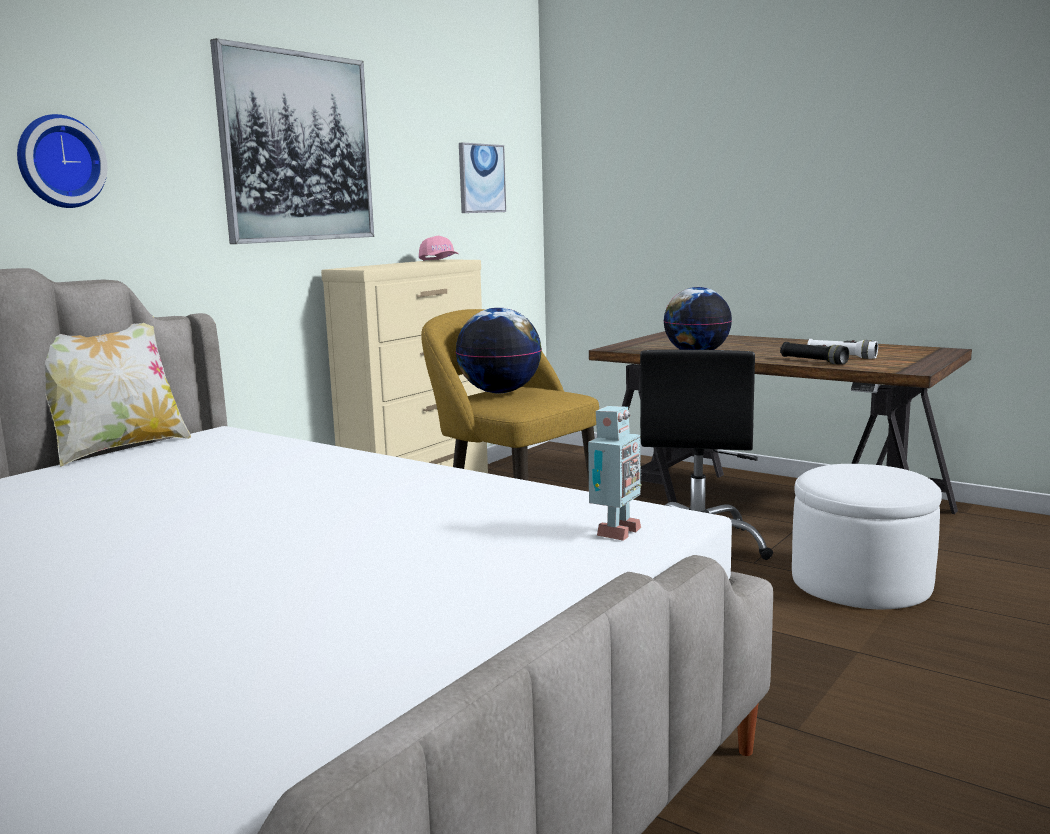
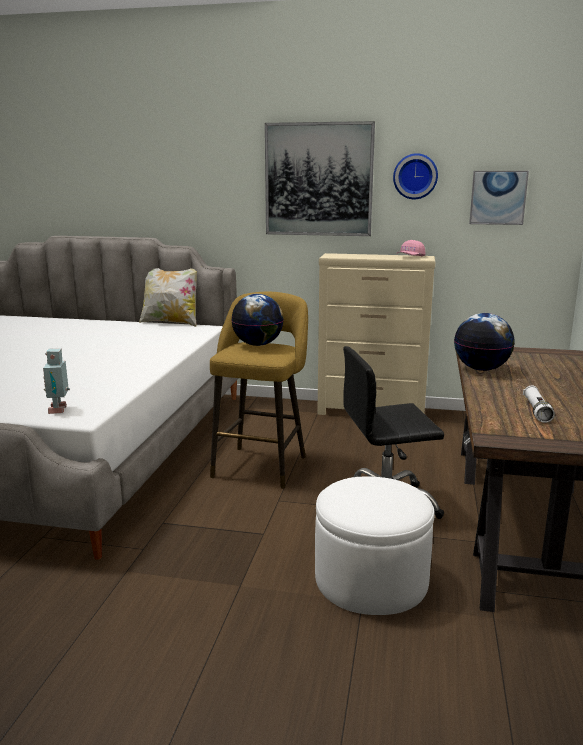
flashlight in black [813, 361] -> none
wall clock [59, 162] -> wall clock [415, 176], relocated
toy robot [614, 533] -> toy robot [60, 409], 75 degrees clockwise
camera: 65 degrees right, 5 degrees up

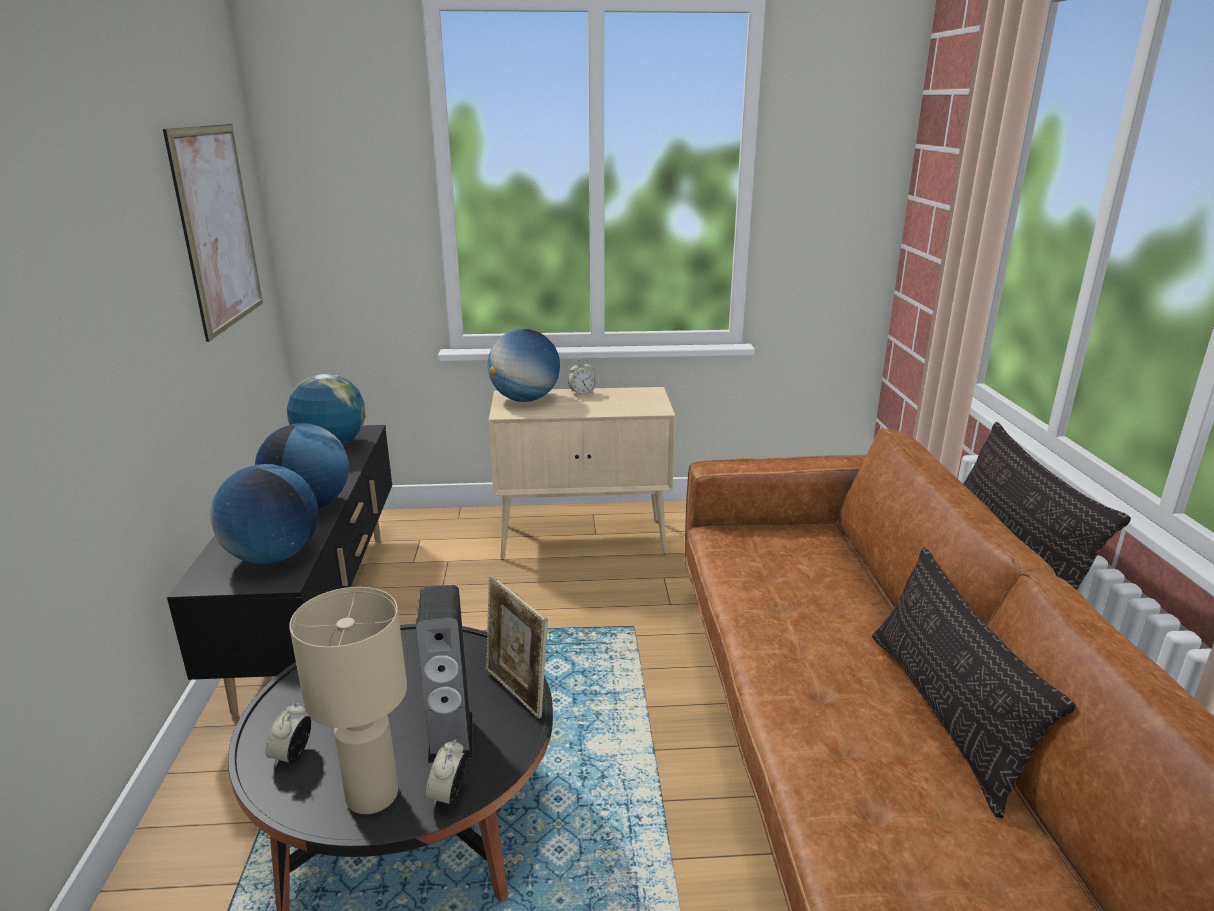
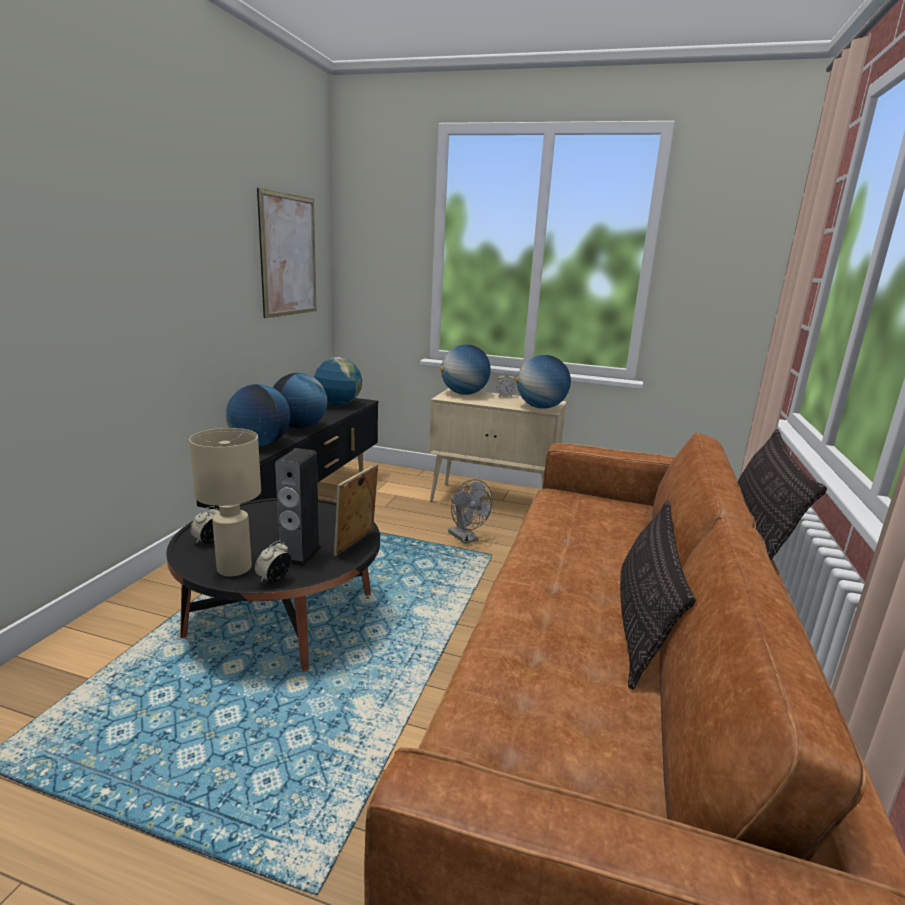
none -> fan in grey [466, 538]
none -> globe [540, 407]
picture frame [517, 691] -> picture frame [356, 543], 45 degrees clockwise
camera: 20 degrees right, 5 degrees down

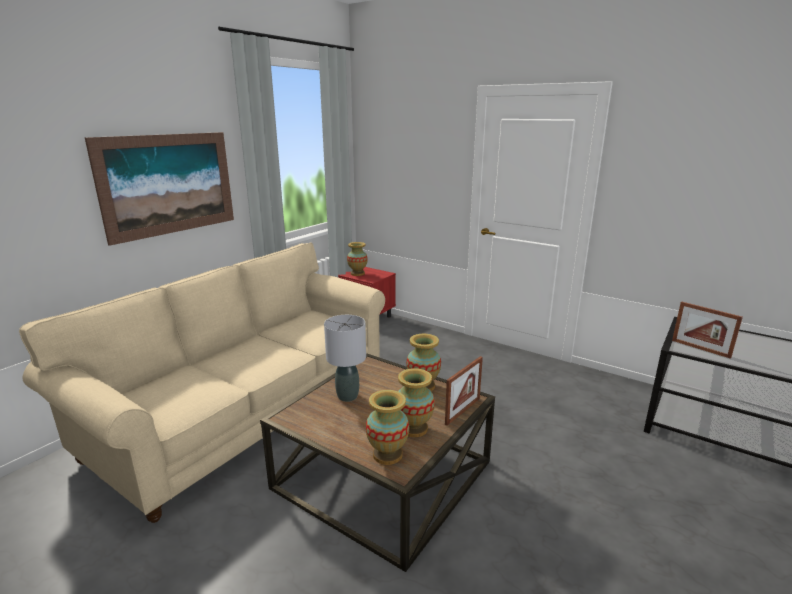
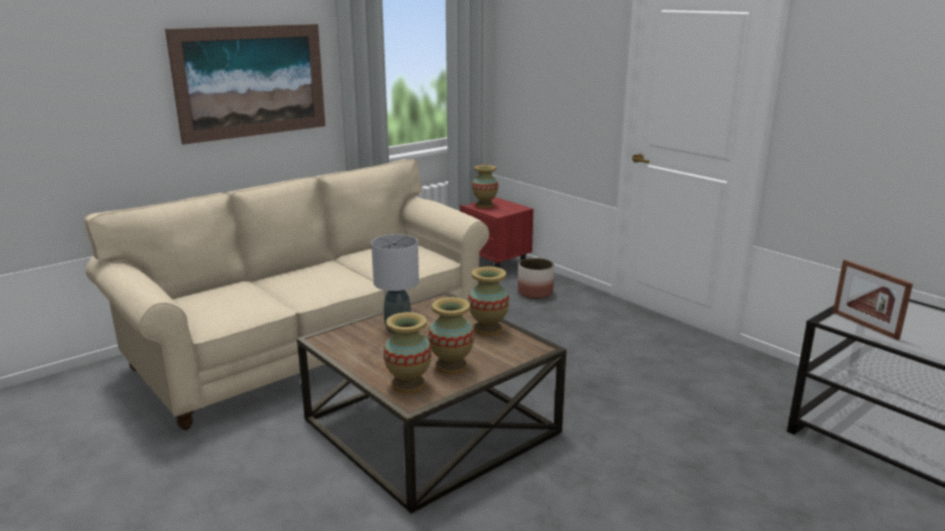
picture frame [462, 411] -> none
none -> planter [535, 293]
camera: 15 degrees right, 0 degrees up

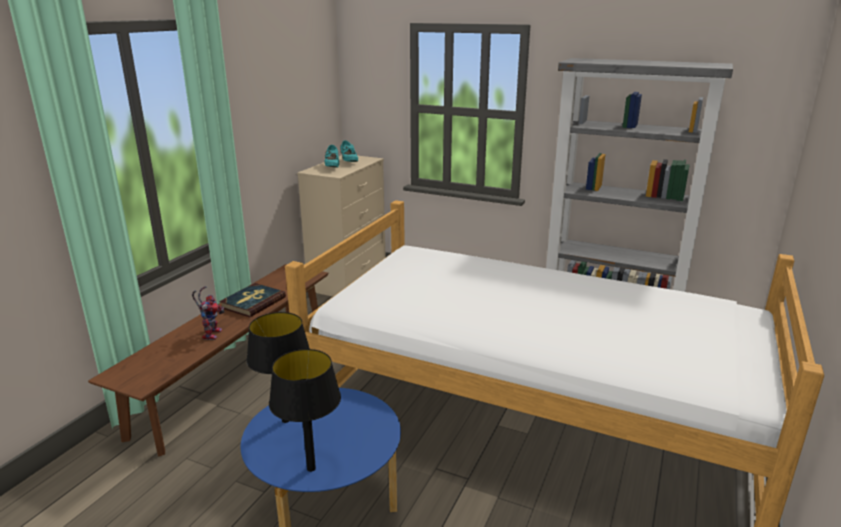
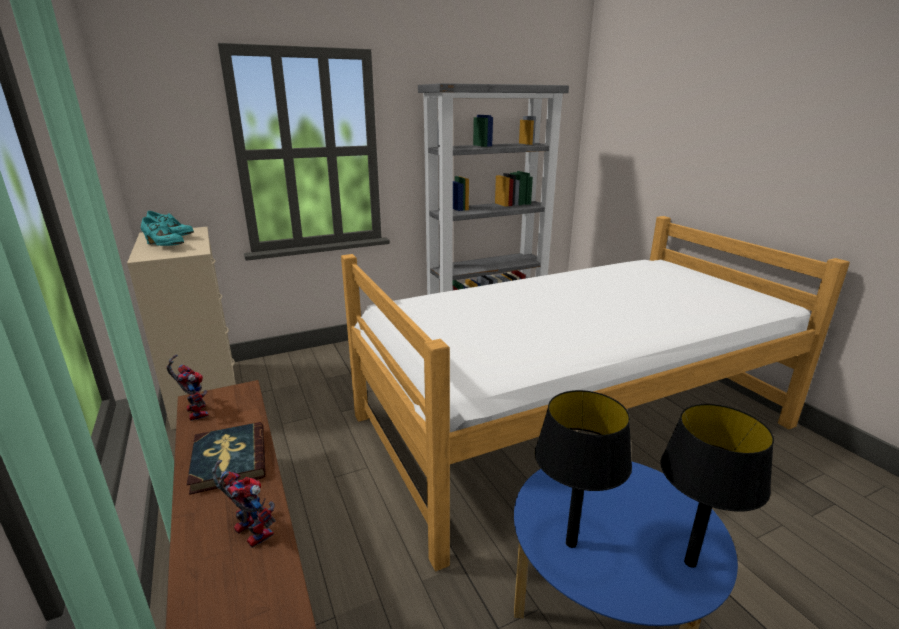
none -> toy robot [194, 411]
camera: 50 degrees left, 0 degrees up

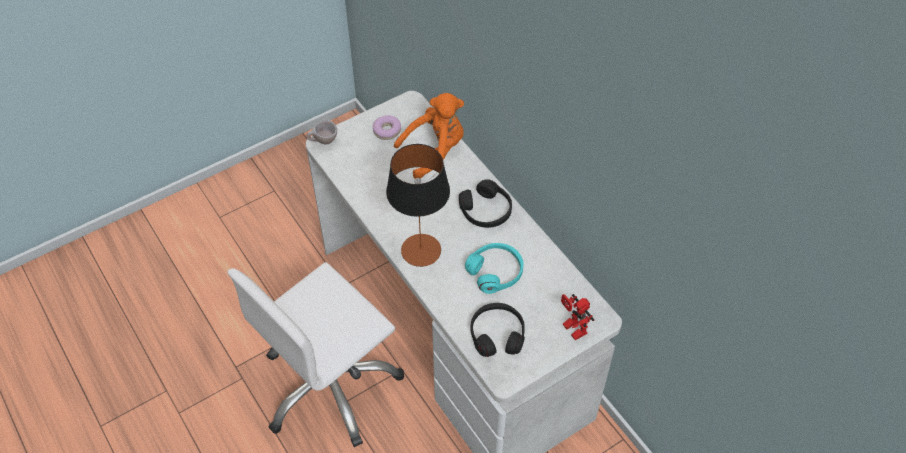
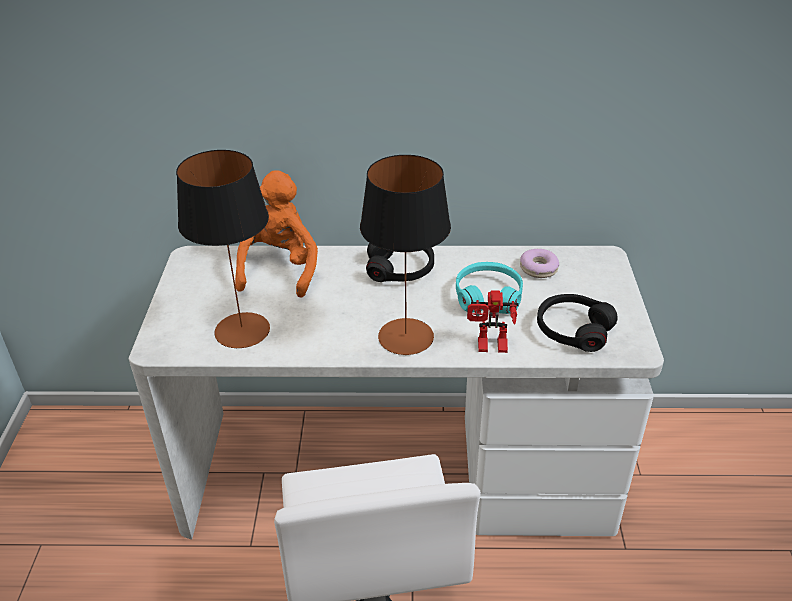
cup in beige [323, 142] -> none
none -> table lamp [242, 330]
donut [387, 131] -> donut [538, 268], relocated
toy robot [571, 329] -> toy robot [490, 348], relocated
camera: 55 degrees left, 15 degrees down

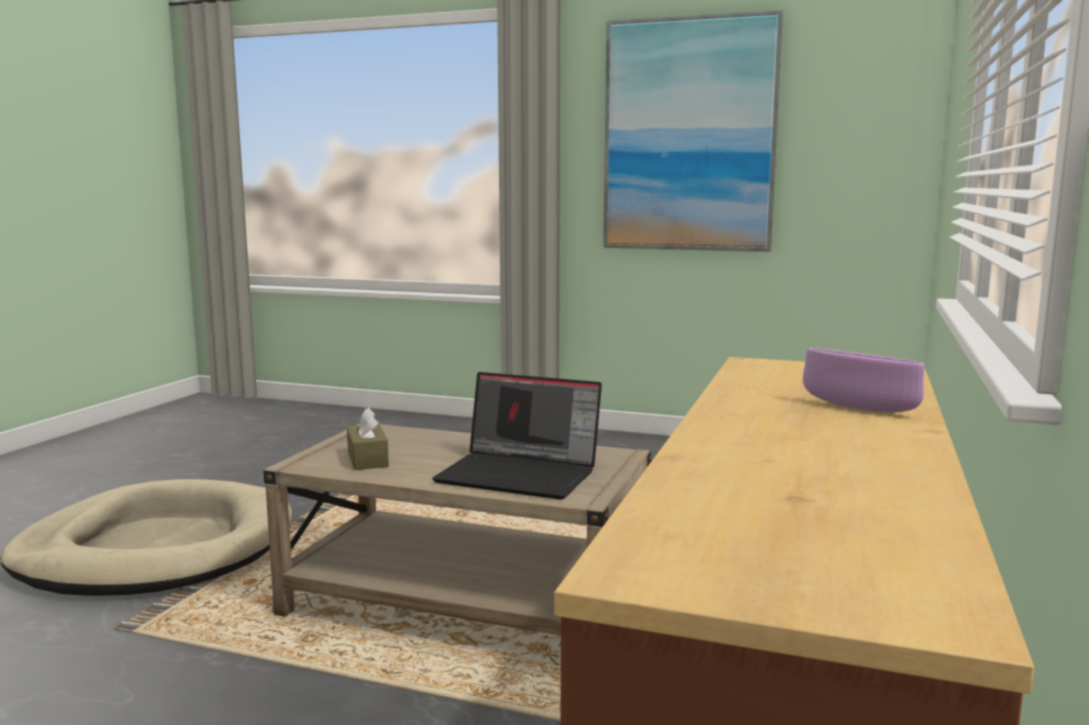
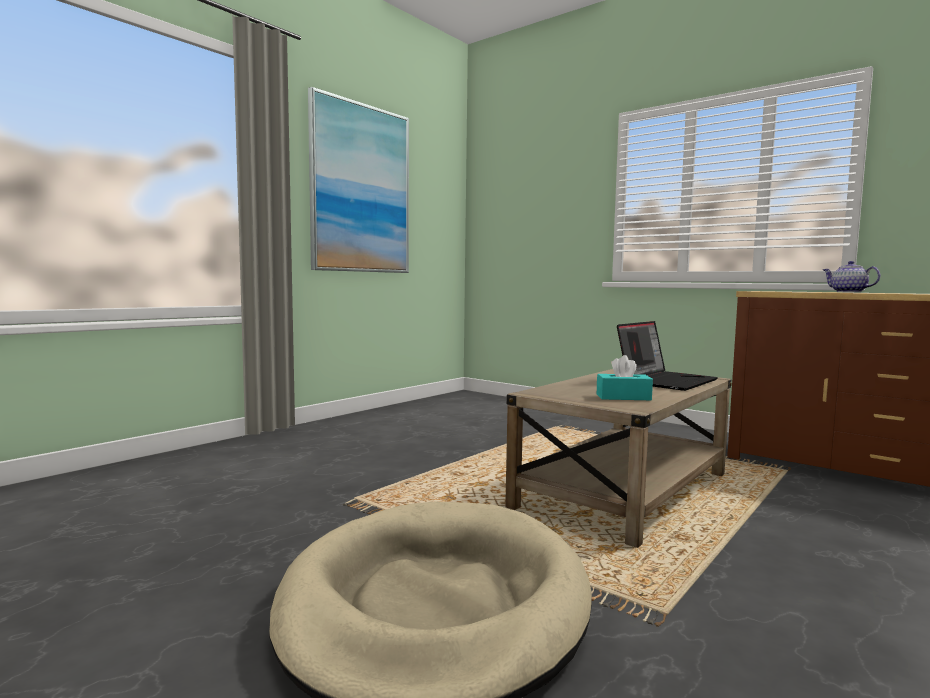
bowl in purple [859, 408] -> teapot [848, 292]
tissue box in brown [367, 459] -> tissue box in turquoise [623, 397]
camera: 70 degrees left, 5 degrees down

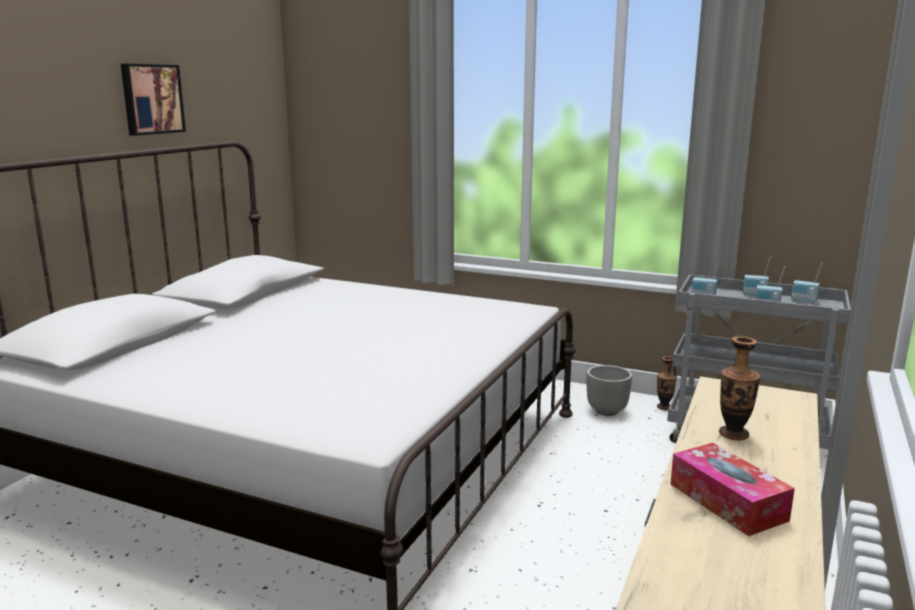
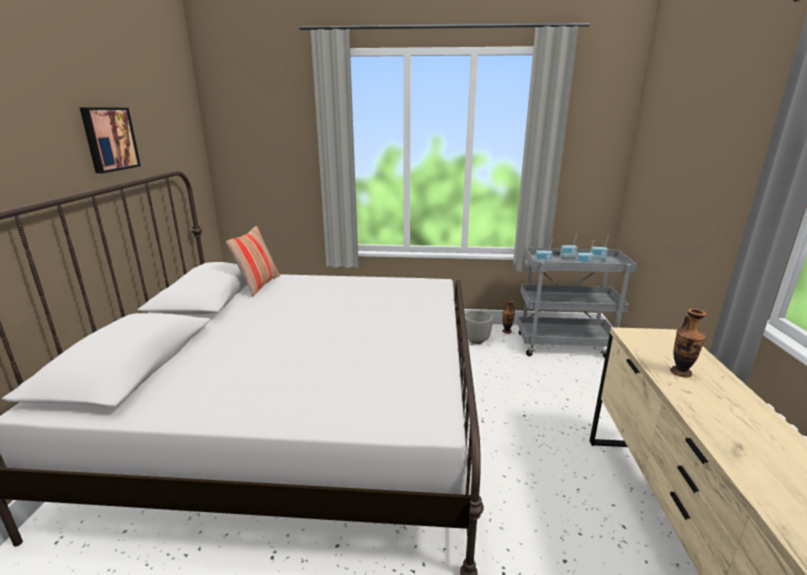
tissue box [727, 502] -> none
none -> pillow [258, 285]
camera: 20 degrees left, 5 degrees up

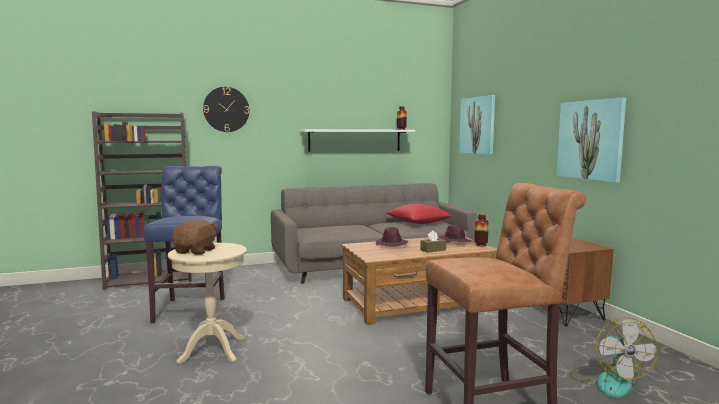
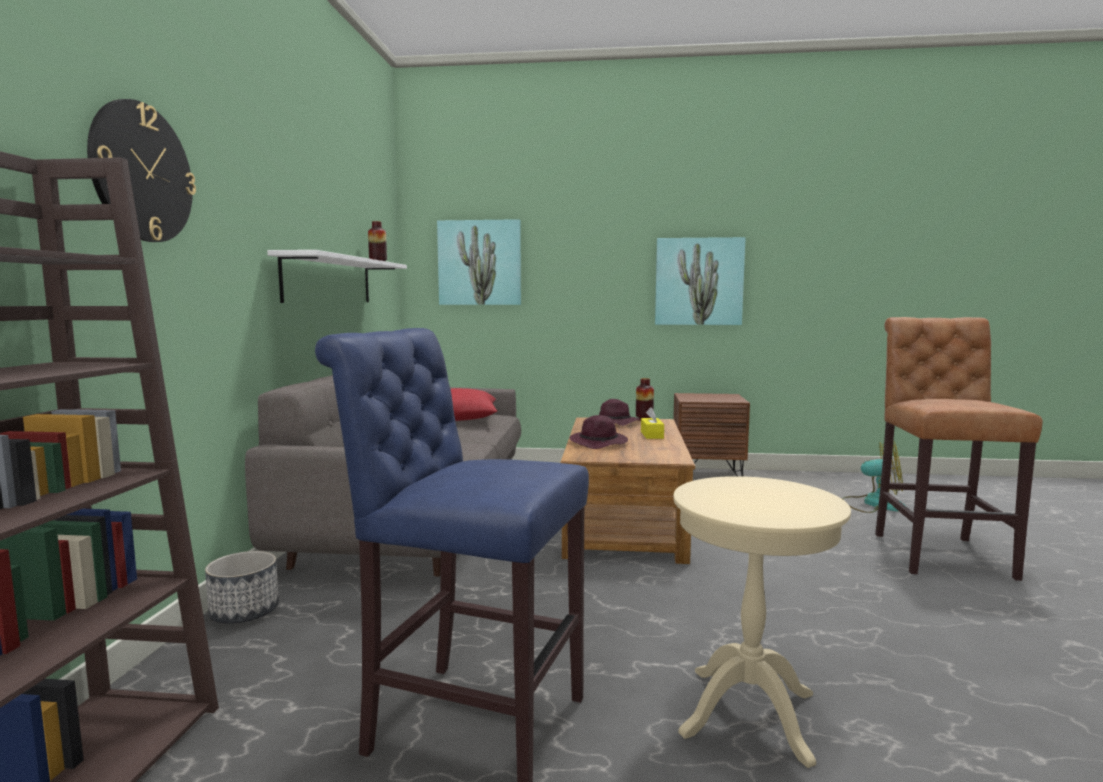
plush toy in brown [196, 251] -> none
none -> planter [244, 612]
tissue box in brown [433, 250] -> tissue box in yellow [652, 435]
camera: 65 degrees left, 0 degrees up

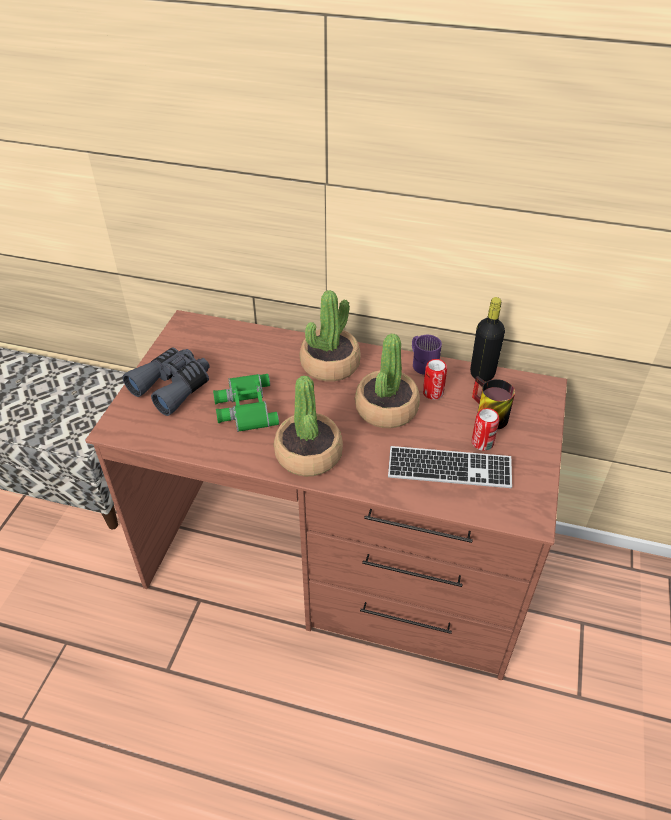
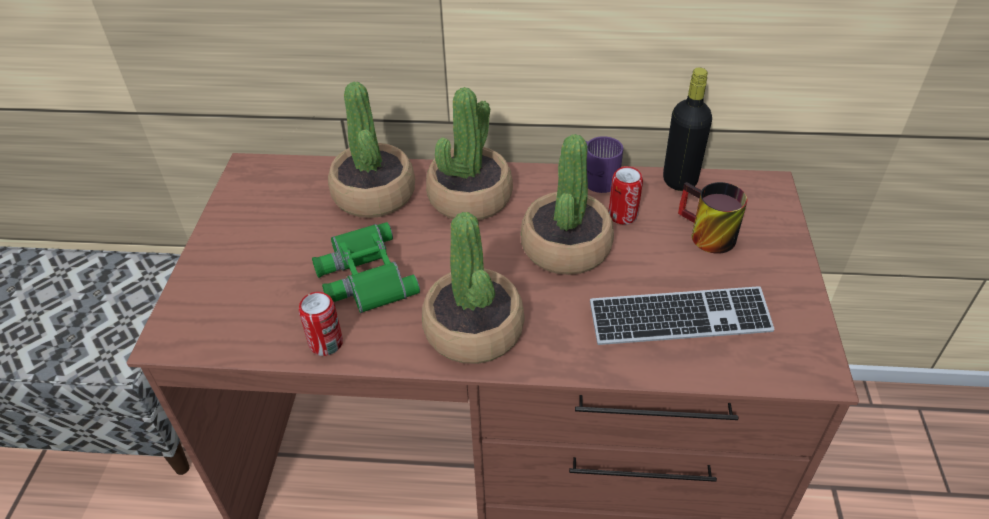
binoculars in grey [173, 386] -> none
none -> potted plant [374, 194]
can [482, 443] -> can [326, 343], relocated
camera: 10 degrees left, 0 degrees up

